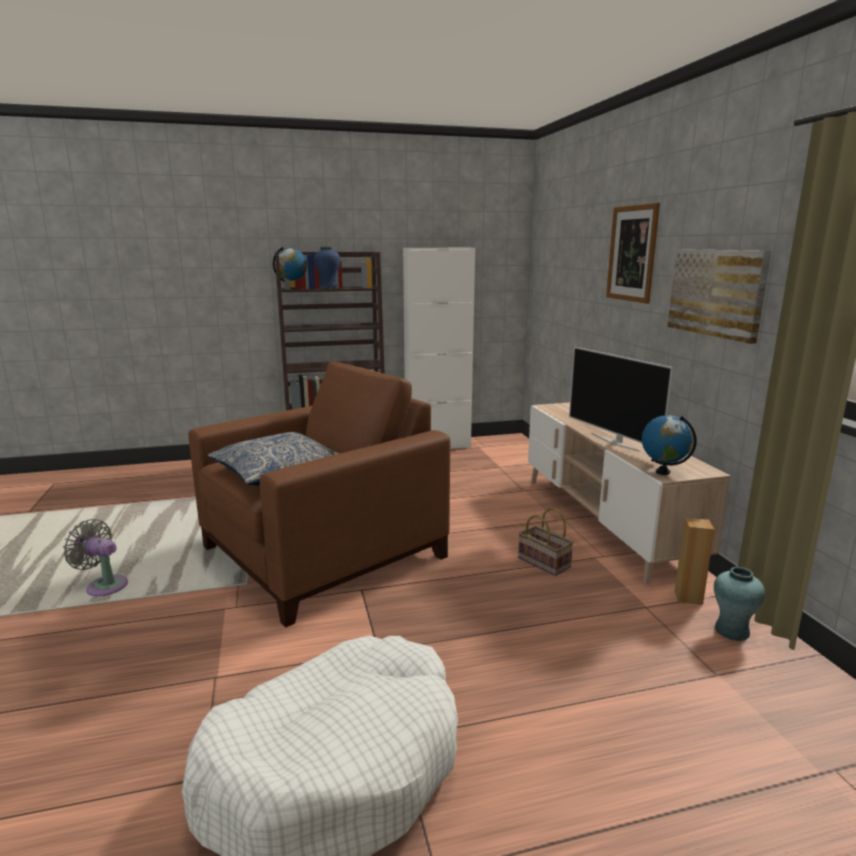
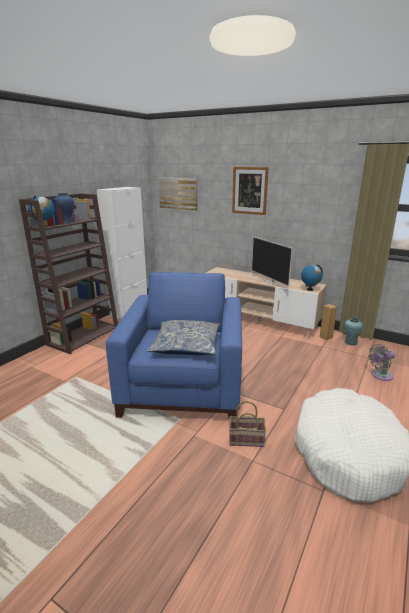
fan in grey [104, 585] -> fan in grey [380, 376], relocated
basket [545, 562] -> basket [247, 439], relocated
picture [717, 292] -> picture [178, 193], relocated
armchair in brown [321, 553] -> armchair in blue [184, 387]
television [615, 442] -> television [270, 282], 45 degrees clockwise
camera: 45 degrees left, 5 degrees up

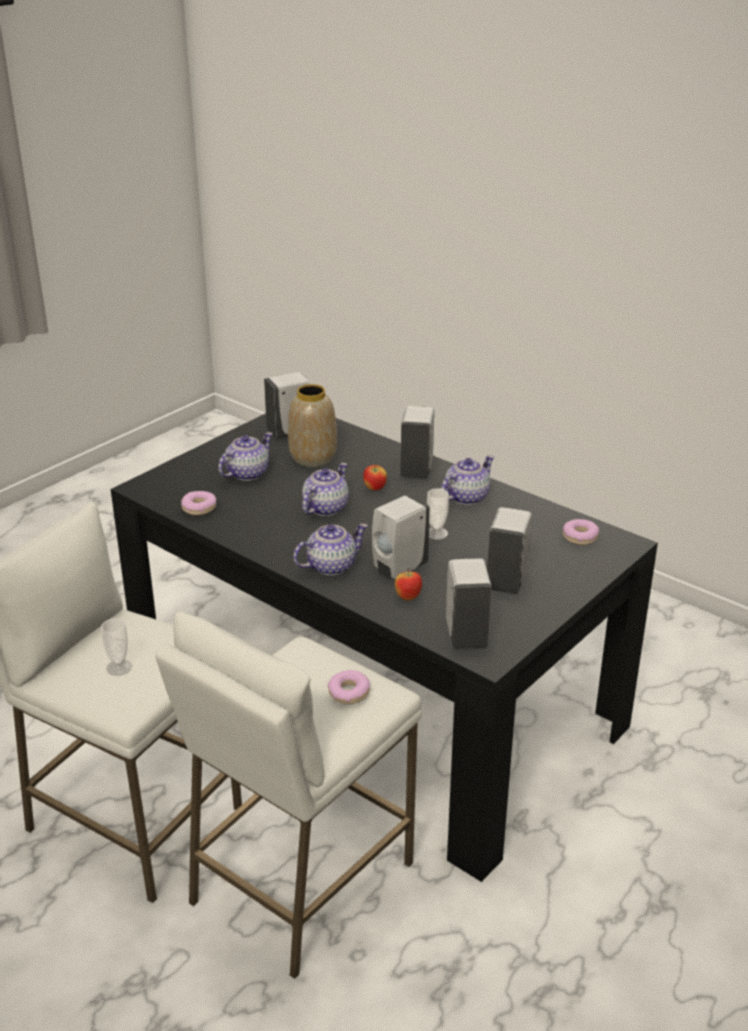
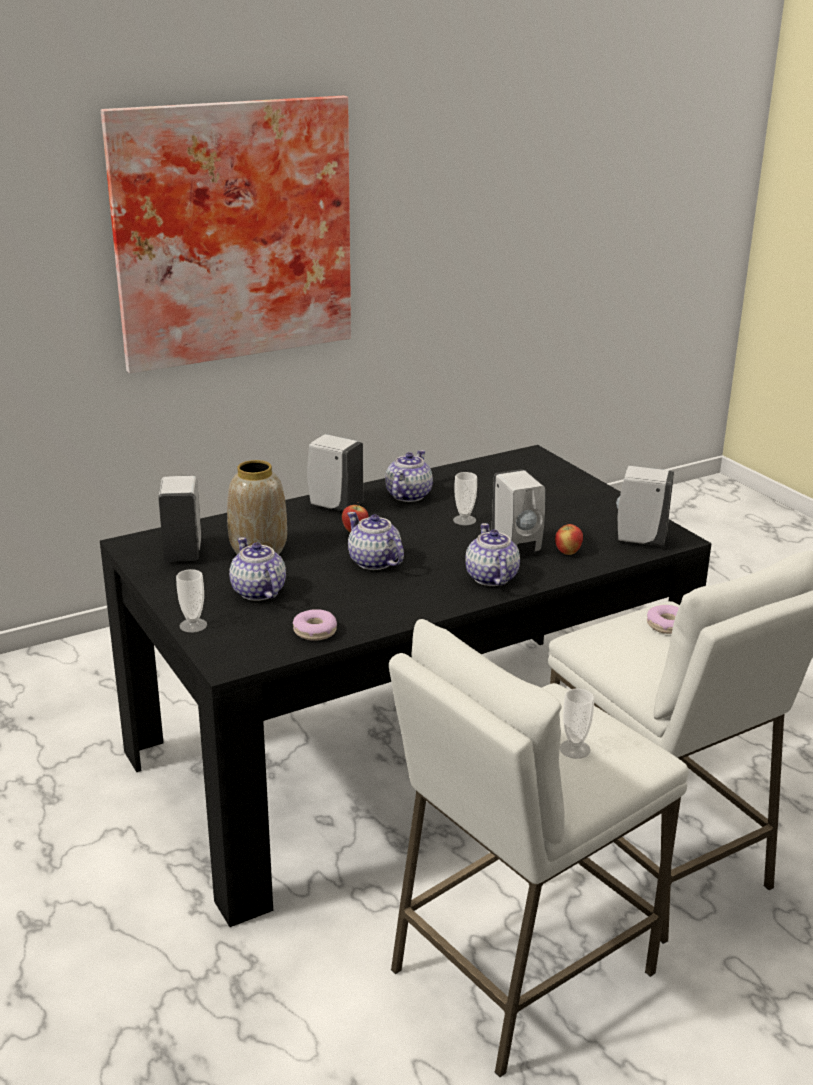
soap dispenser in white [506, 580] -> none
donut [580, 537] -> none
none -> picture [231, 231]
none -> cup [193, 625]
teapot [465, 497] -> teapot [407, 495], 45 degrees clockwise
camera: 70 degrees left, 5 degrees down

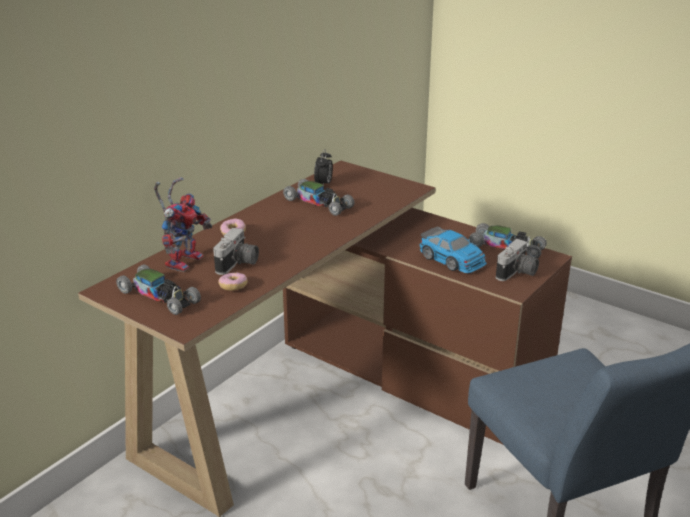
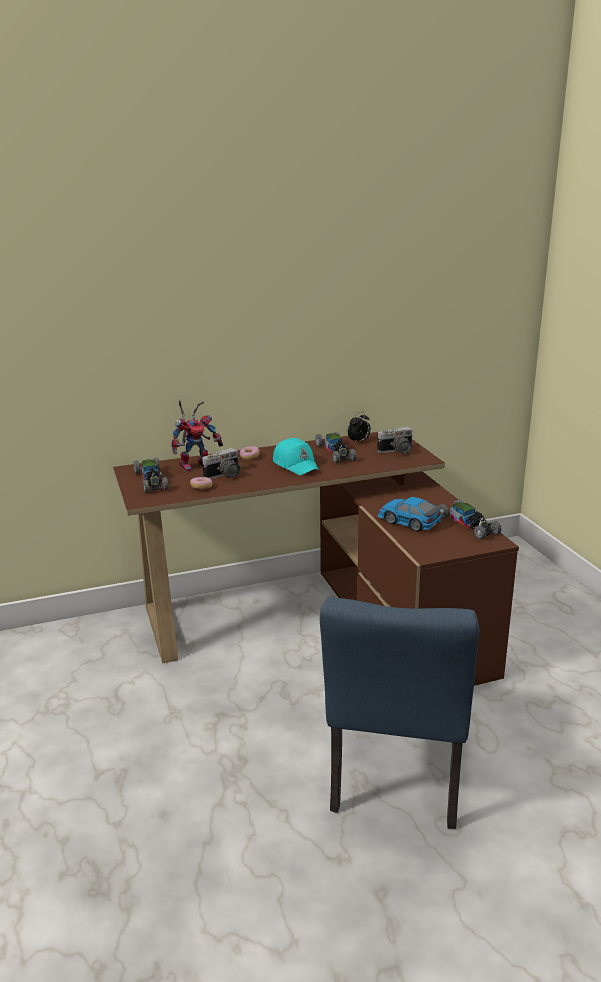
none -> cap in turquoise [296, 465]
photo camera [517, 273] -> photo camera [397, 451], relocated
toy car [452, 260] -> toy car [408, 521], 135 degrees clockwise
camera: 35 degrees right, 5 degrees down

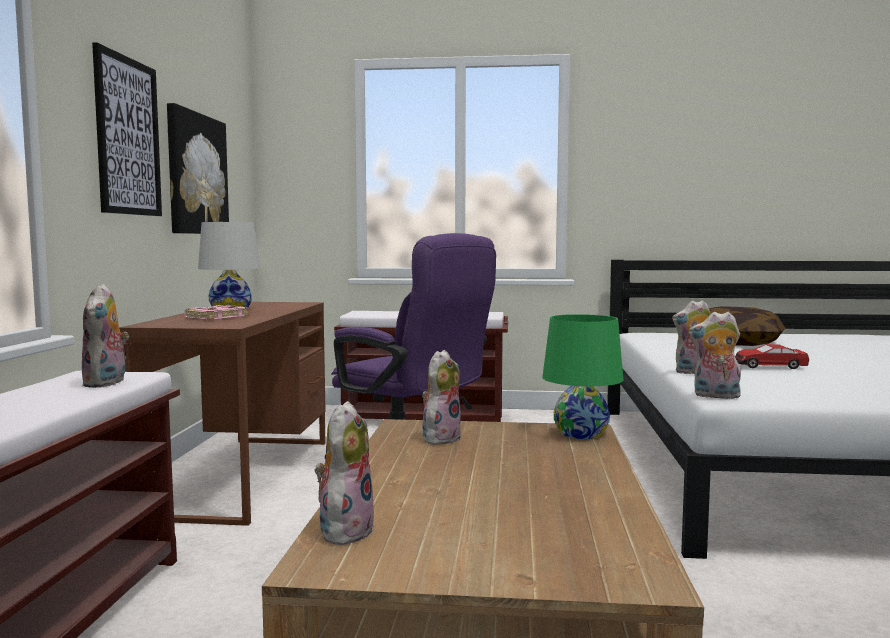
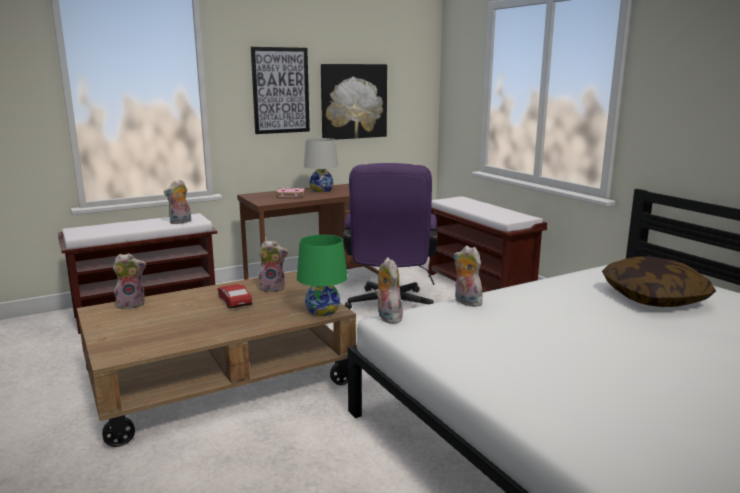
toy car [769, 366] -> toy car [234, 301], relocated
camera: 55 degrees right, 10 degrees up

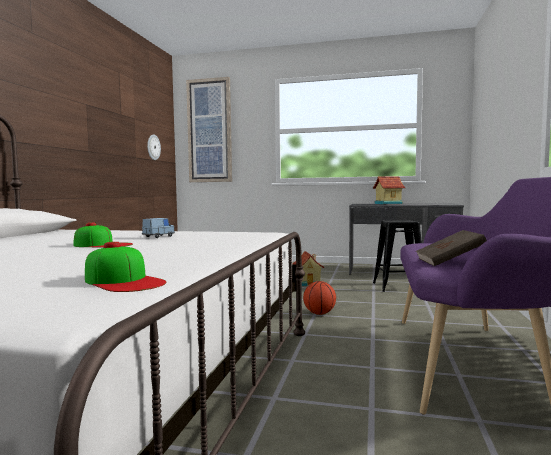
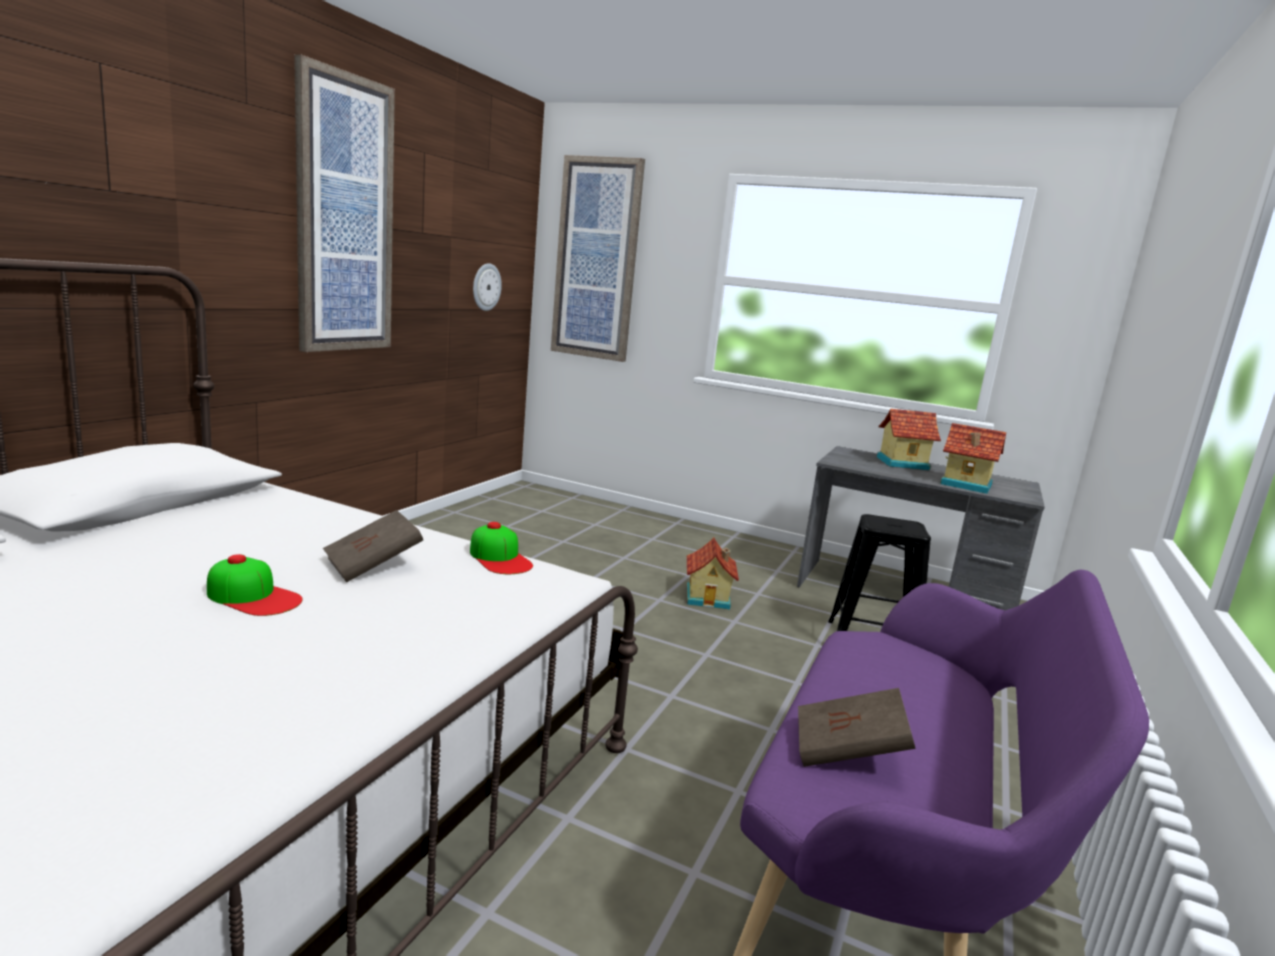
basketball [319, 313] -> none
none -> picture [344, 216]
none -> toy house [966, 485]
cap [124, 281] -> cap [500, 558], relocated
toy car in blue [158, 236] -> book in brown [373, 565]
camera: 10 degrees right, 10 degrees up

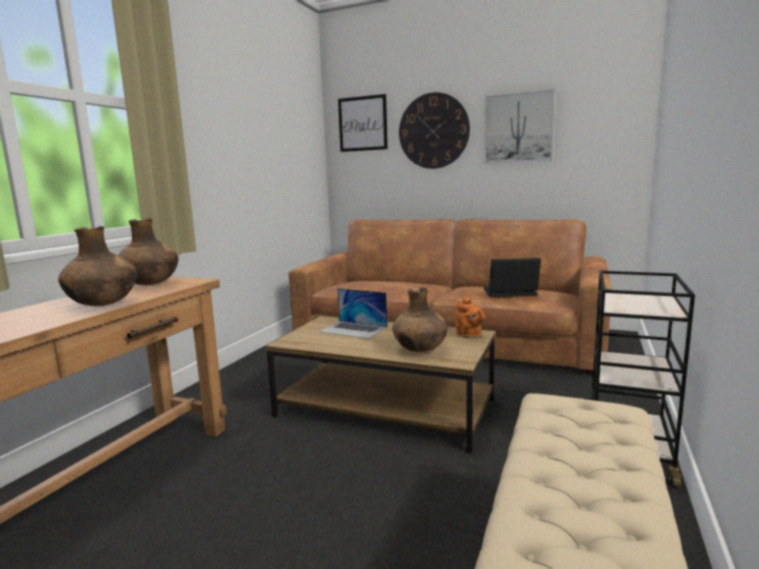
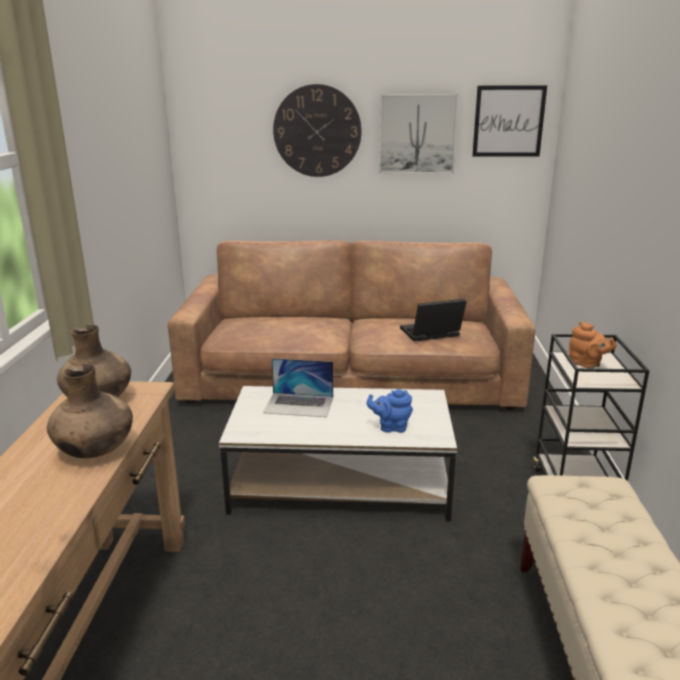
picture [363, 123] -> picture [508, 121], relocated
teapot in orange [469, 335] -> teapot in orange [586, 364], relocated
vase in brown [420, 350] -> teapot in blue [391, 427]
coffee table in brown [387, 408] -> coffee table in white [342, 482]
camera: 20 degrees left, 10 degrees up

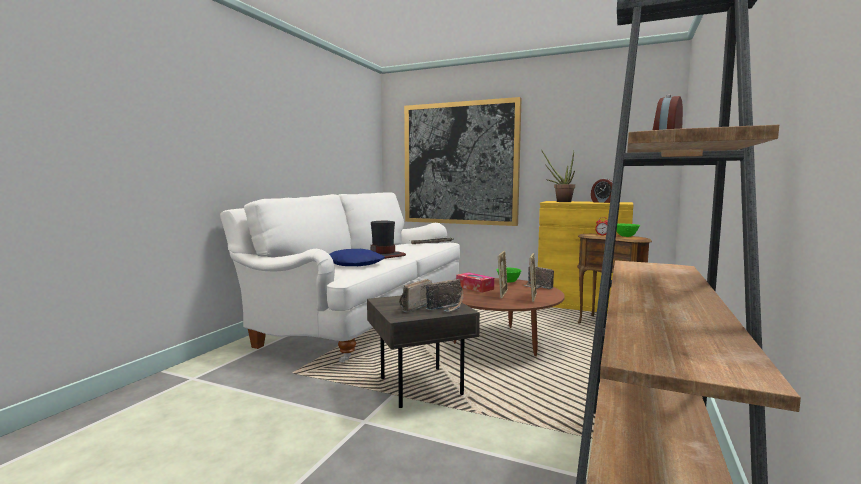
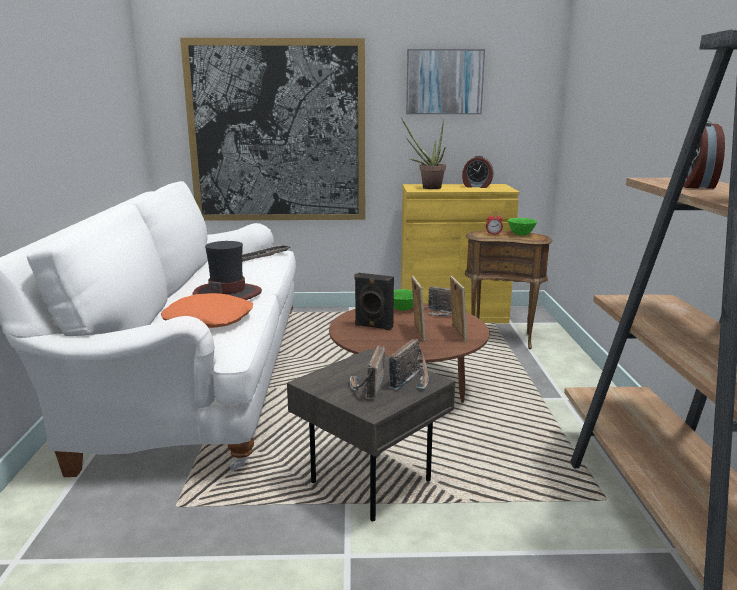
none -> picture [444, 82]
tissue box [474, 287] -> speaker in black [373, 326]
pillow in blue [355, 264] -> pillow in orange [209, 320]
camera: 25 degrees left, 10 degrees up

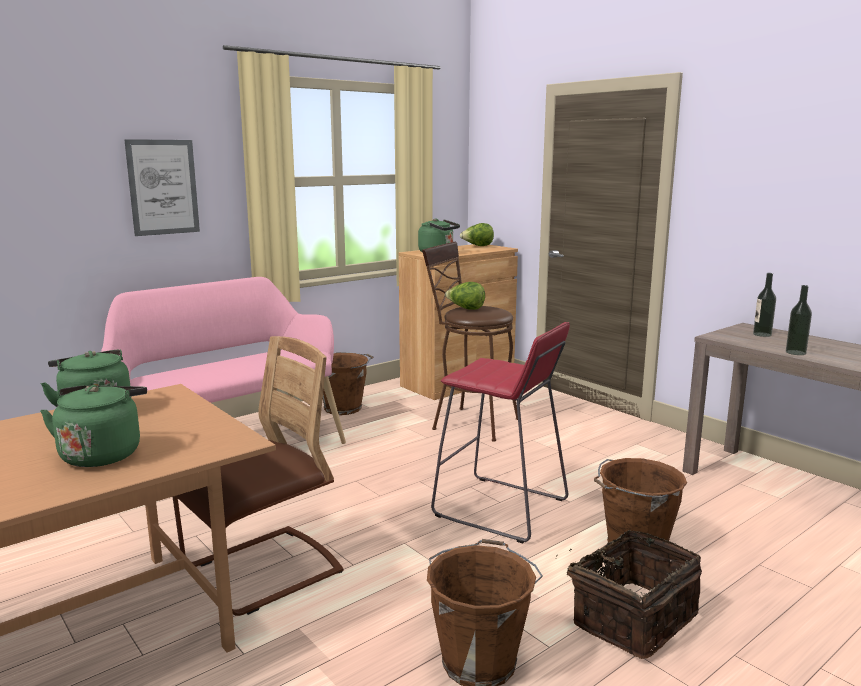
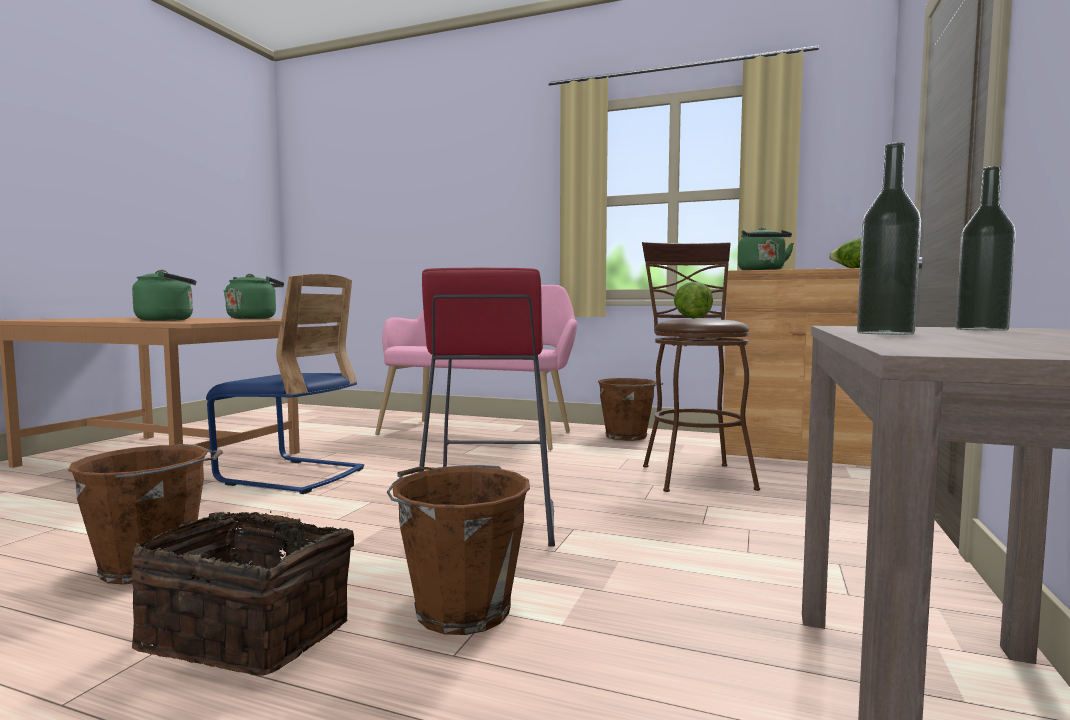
picture [163, 187] -> none
chair in brown [262, 572] -> chair in blue [291, 475]
camera: 60 degrees right, 10 degrees down

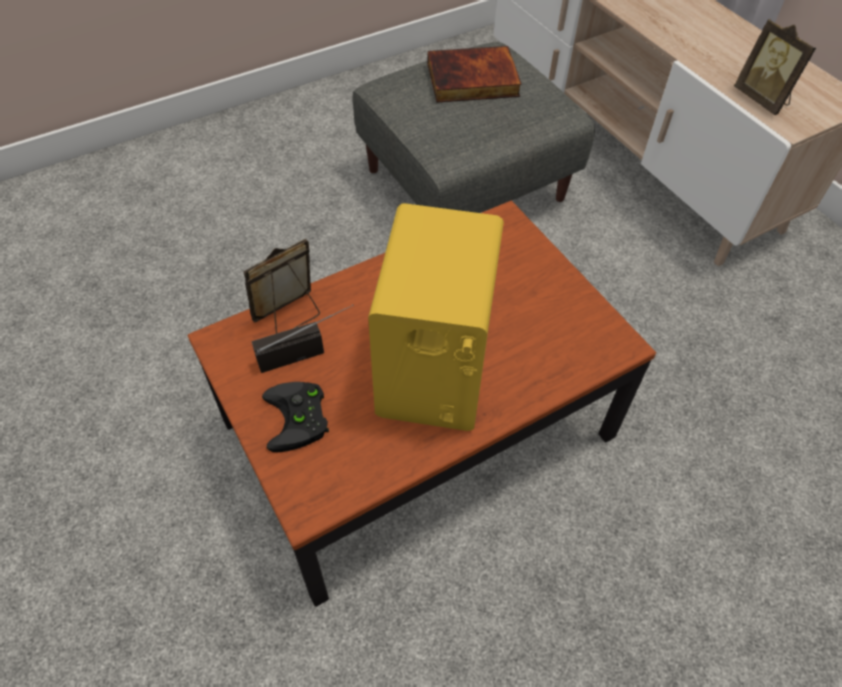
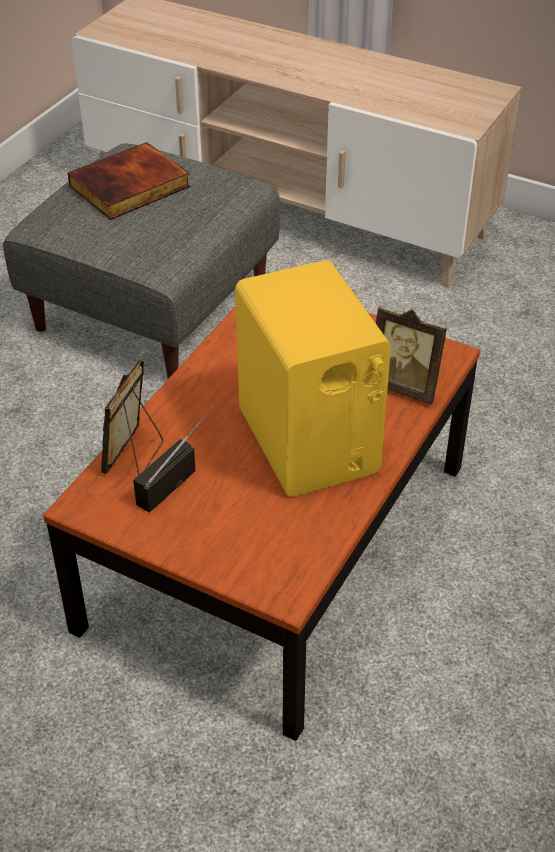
game controller in black [299, 420] -> none
picture frame [762, 99] -> picture frame [406, 387], relocated
camera: 30 degrees left, 10 degrees down

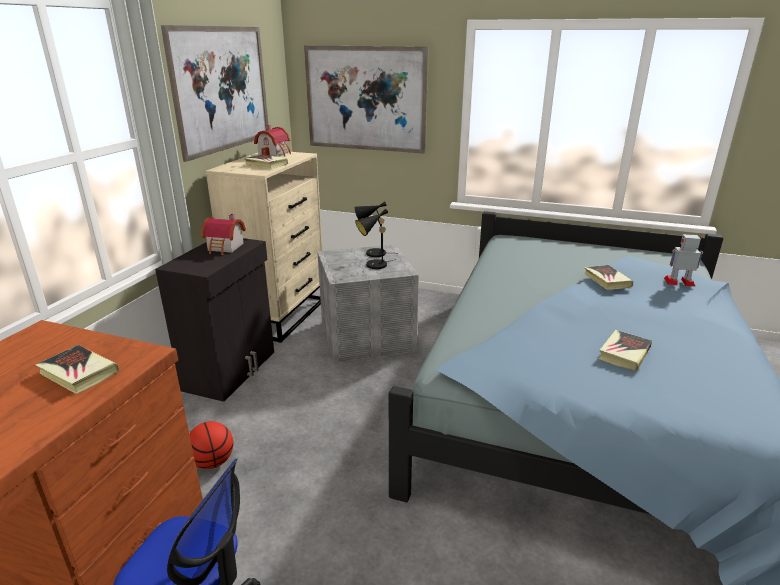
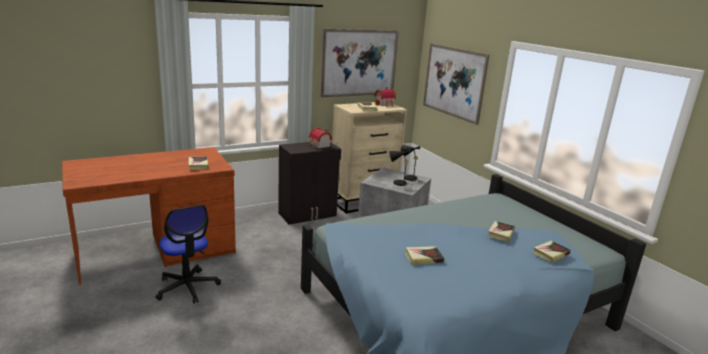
basketball [213, 462] -> none
toy robot [679, 282] -> book [551, 253]
camera: 40 degrees right, 5 degrees down

